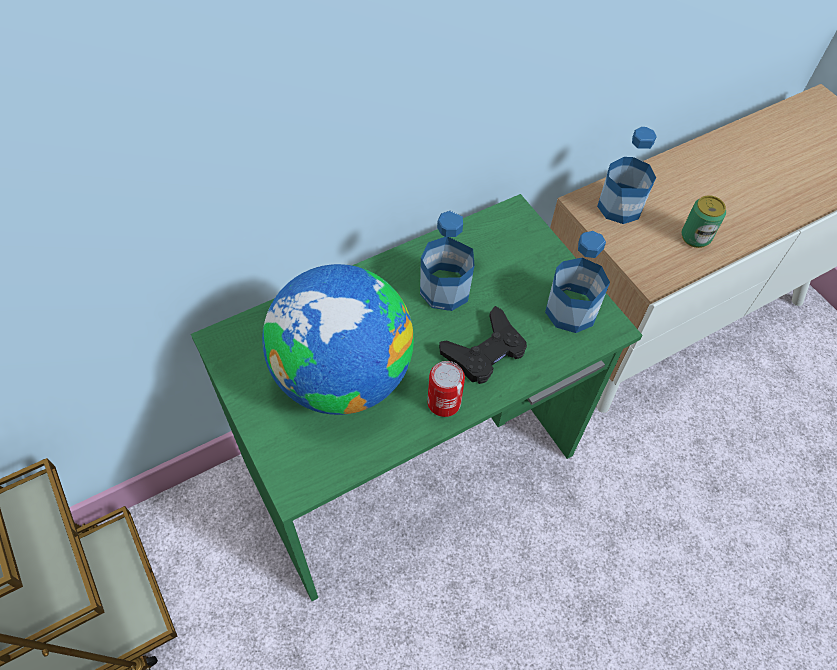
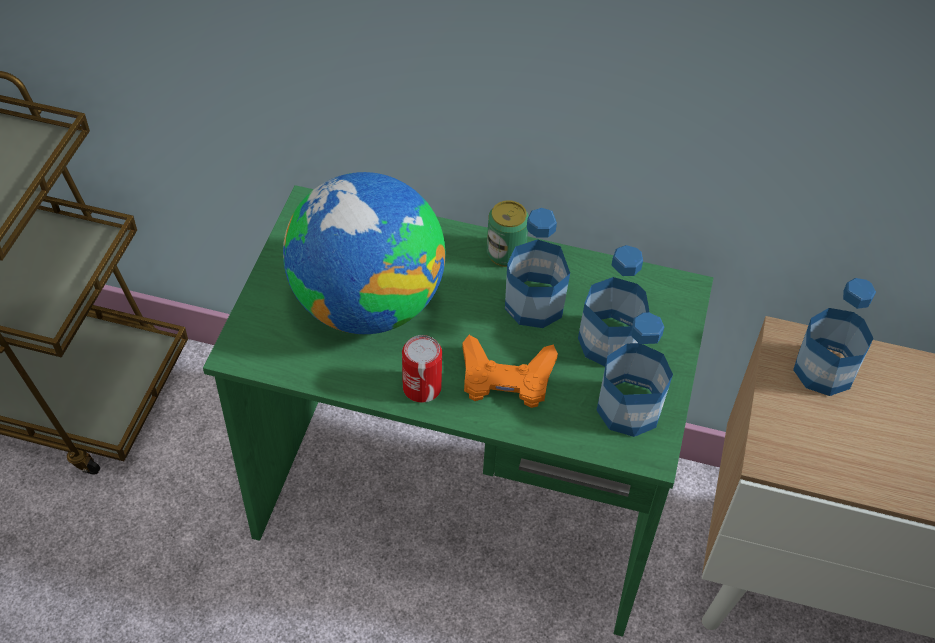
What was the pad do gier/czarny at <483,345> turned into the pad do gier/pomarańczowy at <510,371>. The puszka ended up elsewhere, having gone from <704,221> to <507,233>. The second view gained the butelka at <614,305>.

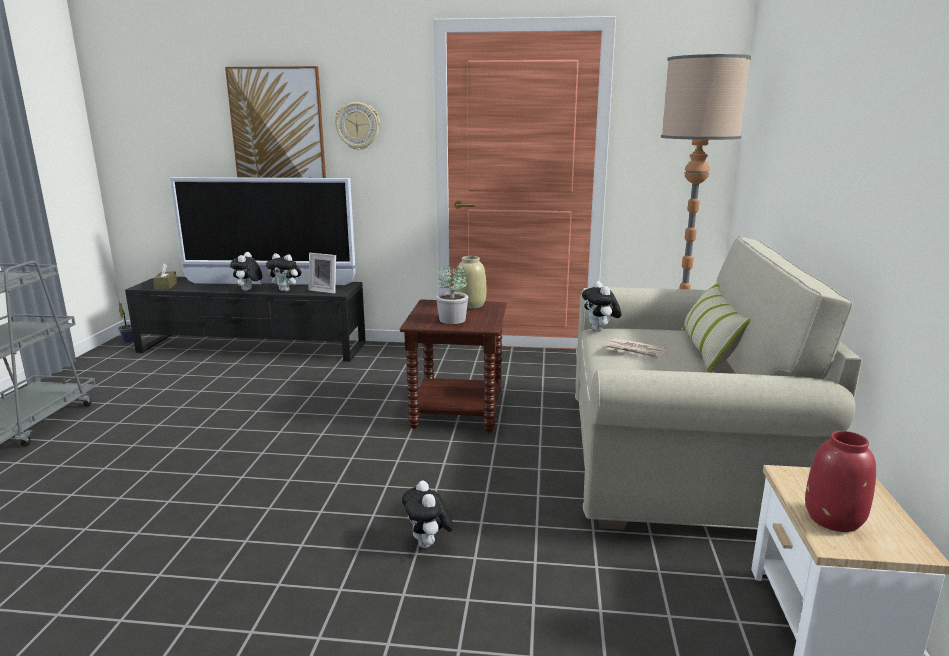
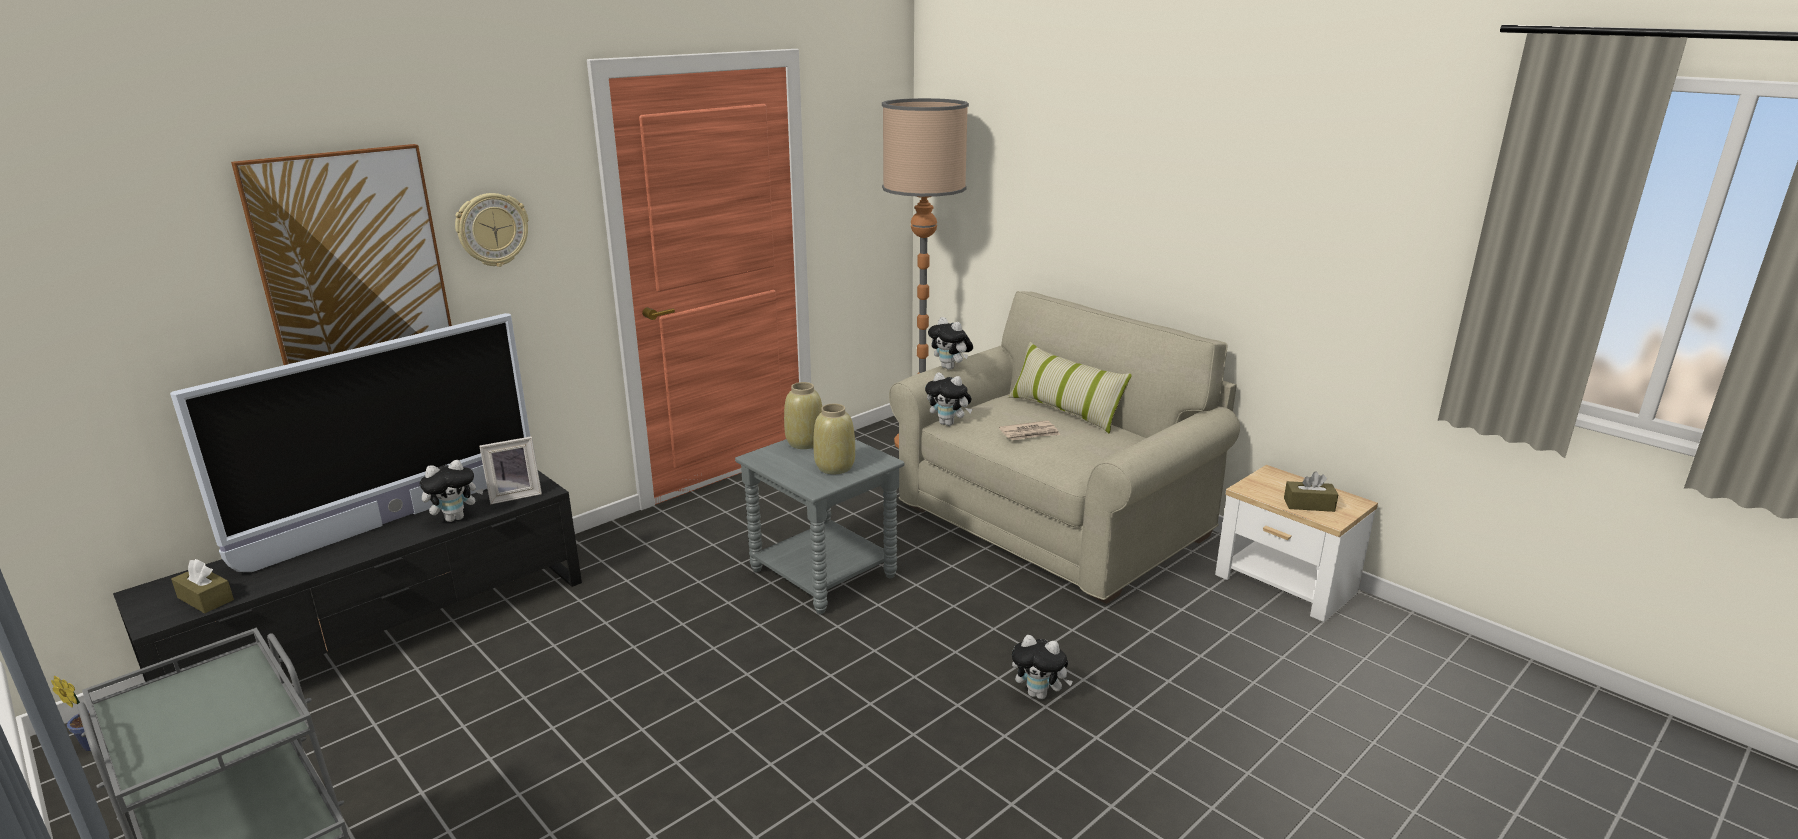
What was the stolik/brązowy at <453,366> turned into the stolik/szary at <819,526>. Where the roślina doniczkowa stood at <452,294>, the wazon/beżowy came to stand at <834,439>. The pluszak ended up elsewhere, having gone from <246,271> to <950,343>. Where the wazon/czerwony stood at <840,481>, the pudełko chusteczek/brązowy came to stand at <1311,492>.

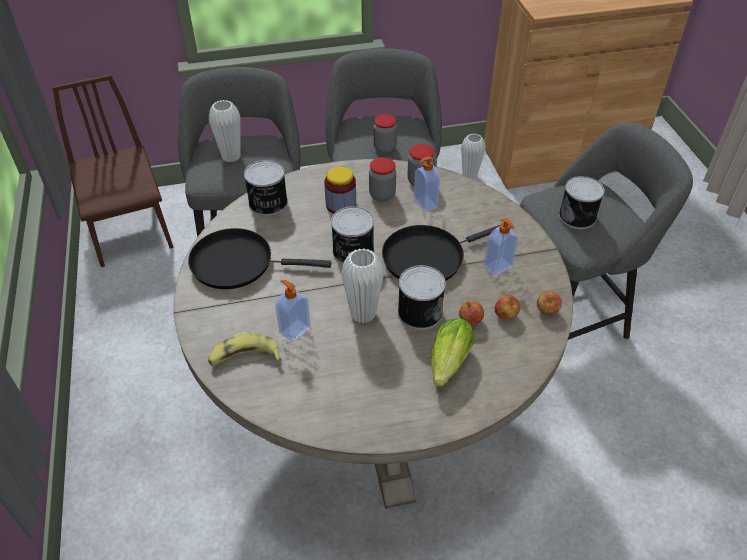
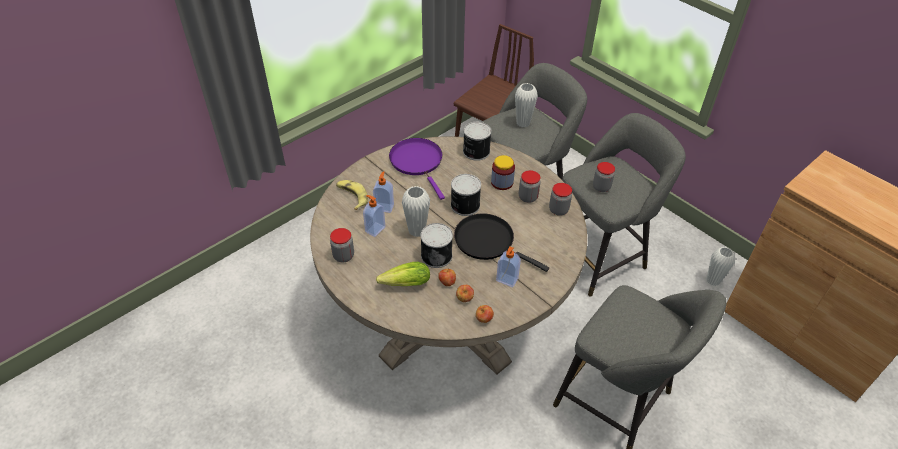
The second view gained the słoik at <342,245>. The dozownik mydła ended up elsewhere, having gone from <427,184> to <374,216>. What was the patelnia/czarny at <259,258> turned into the patelnia/fioletowy at <417,169>. The second view lost the puszka at <581,202>.

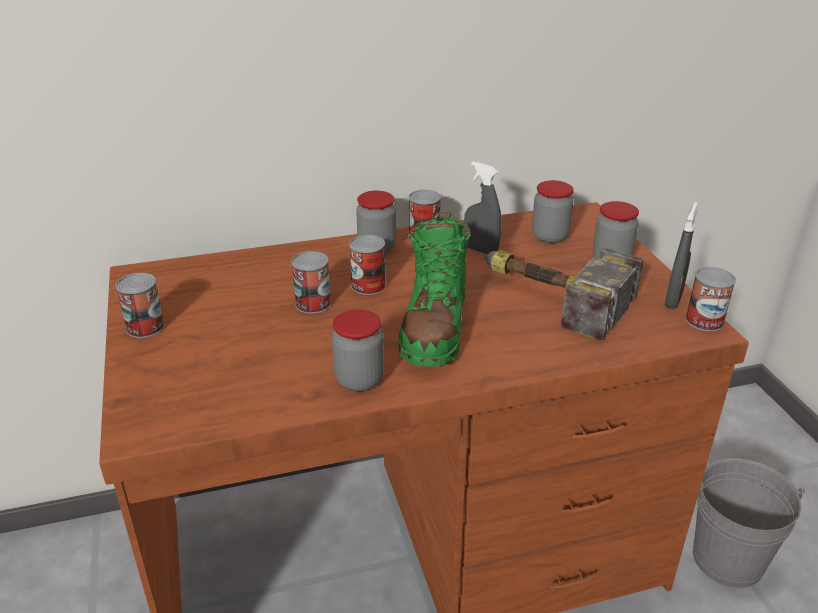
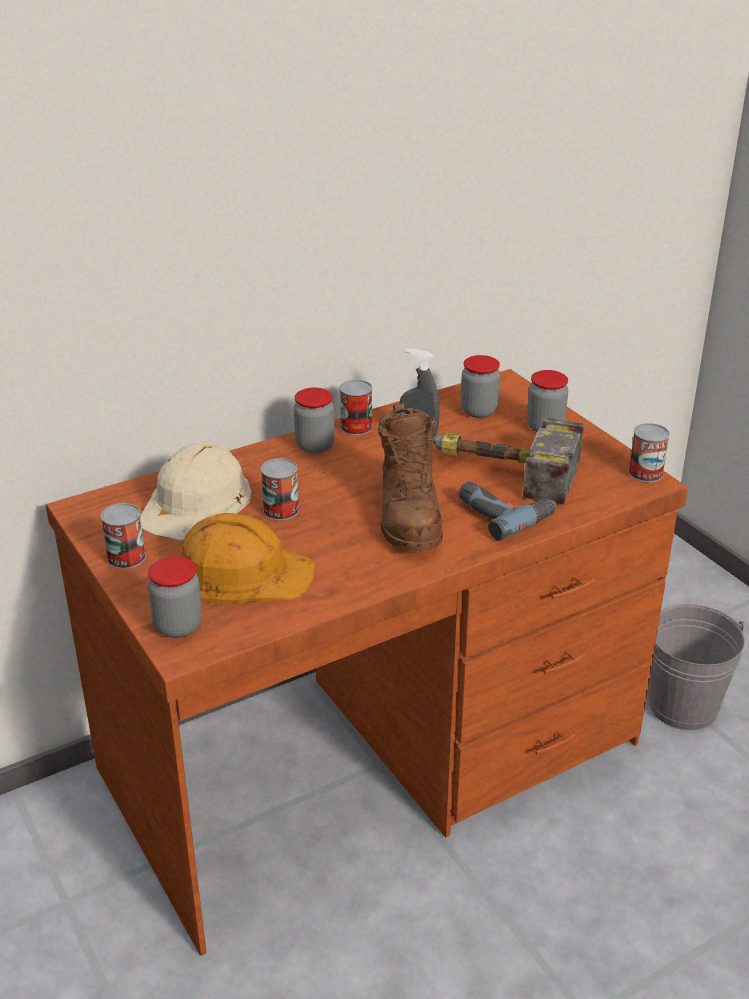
The second view gained the kask/beżowy at <196,491>. The słoik ended up elsewhere, having gone from <358,350> to <175,597>. The second view gained the kask/pomarańczowy at <248,558>. What was the but z cholewką/zielony at <434,289> turned into the but z cholewką/brązowy at <410,477>. The second view gained the wiertarka at <507,511>. The second view lost the puszka at <367,265>. The second view lost the spryskiwacz/szary at <681,255>.

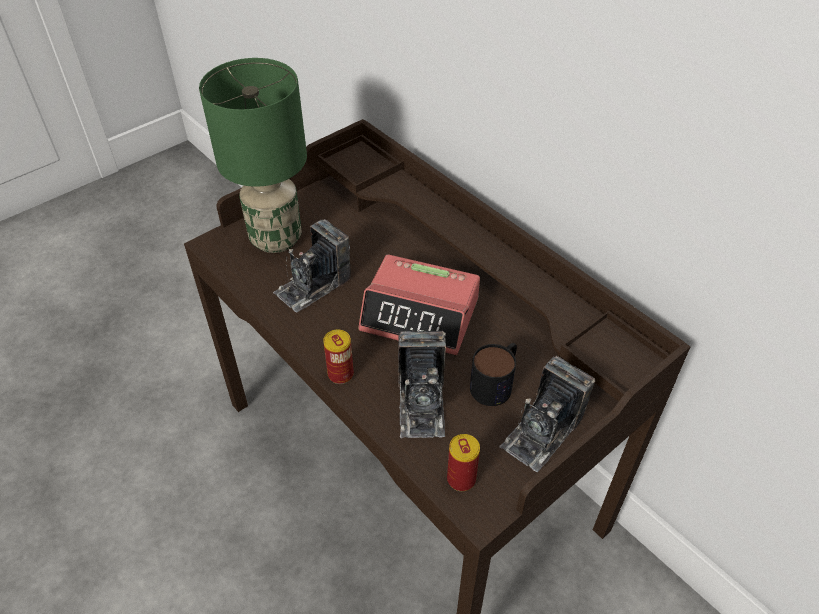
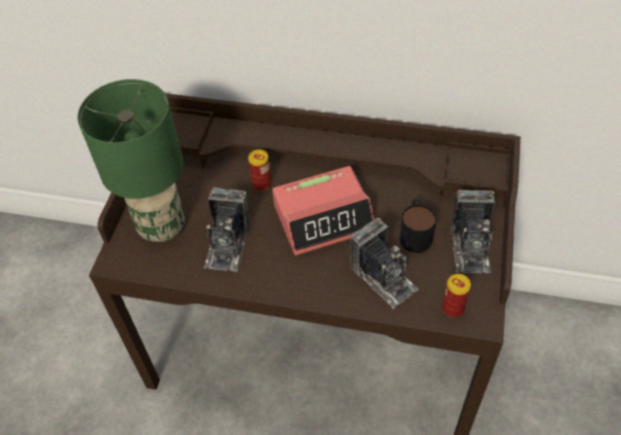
The puszka ended up elsewhere, having gone from <338,357> to <260,170>.

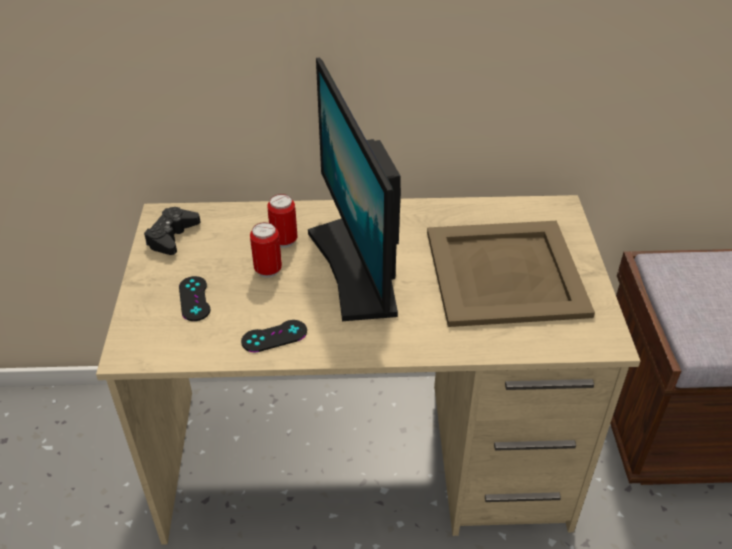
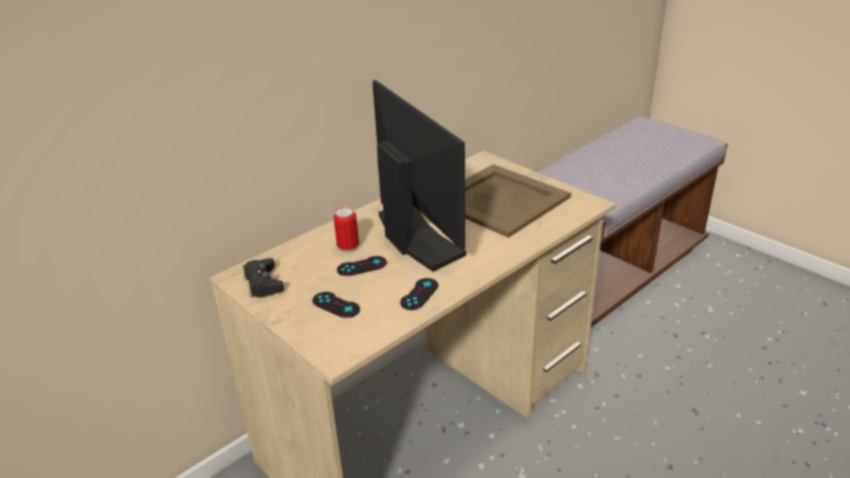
Where the puszka stood at <266,250>, the pad do gier/czarny came to stand at <362,266>. The monitor at <354,189> ended up facing another way, 150 degrees counterclockwise from before.

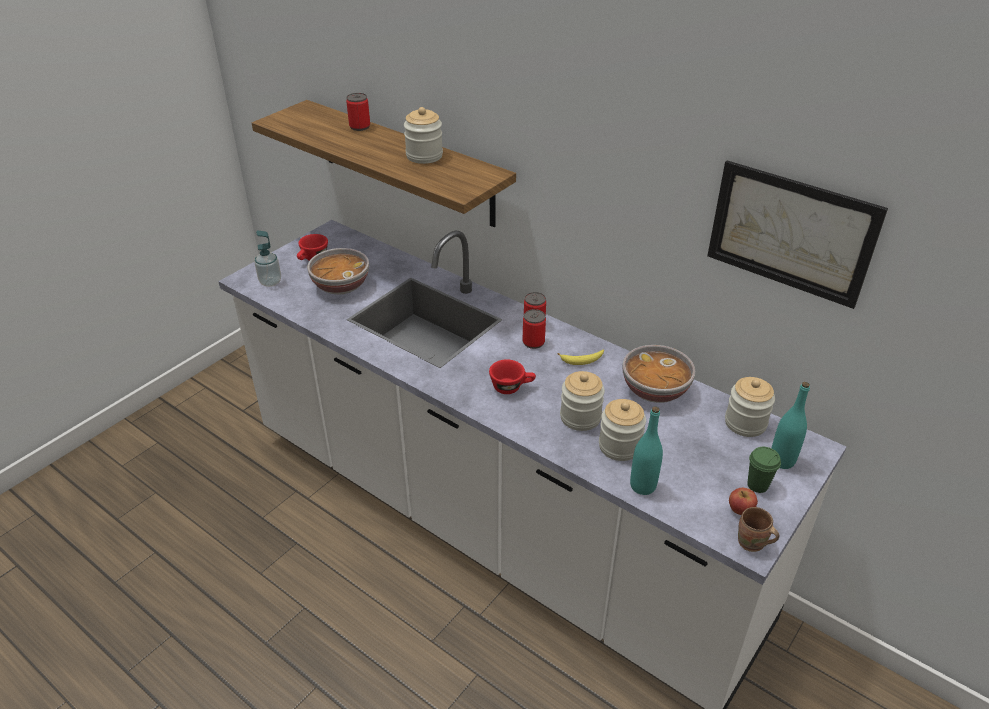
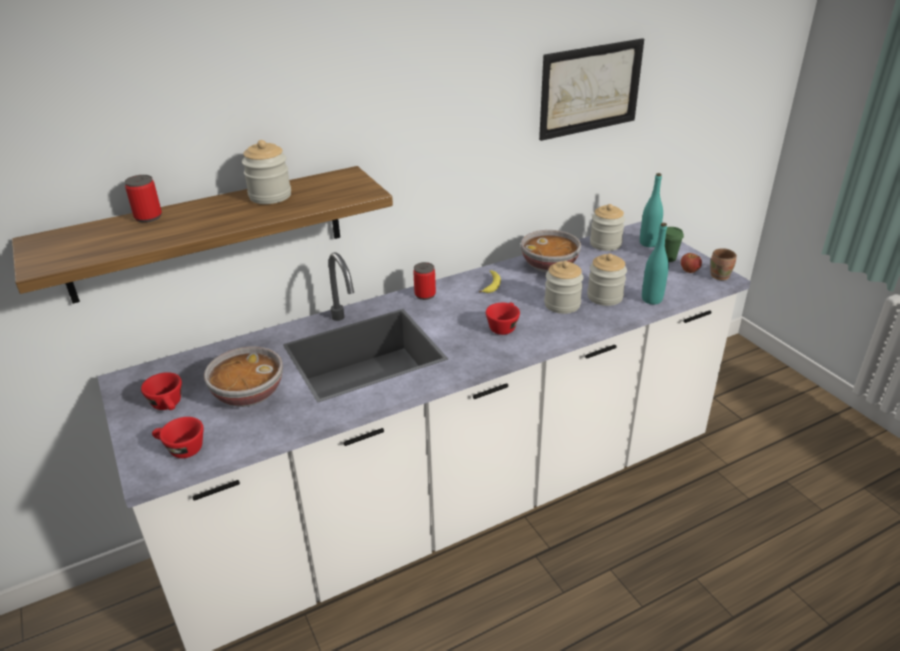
Where the dozownik mydła stood at <268,259>, the filiżanka/czerwony came to stand at <177,437>. The second view lost the puszka at <534,329>.

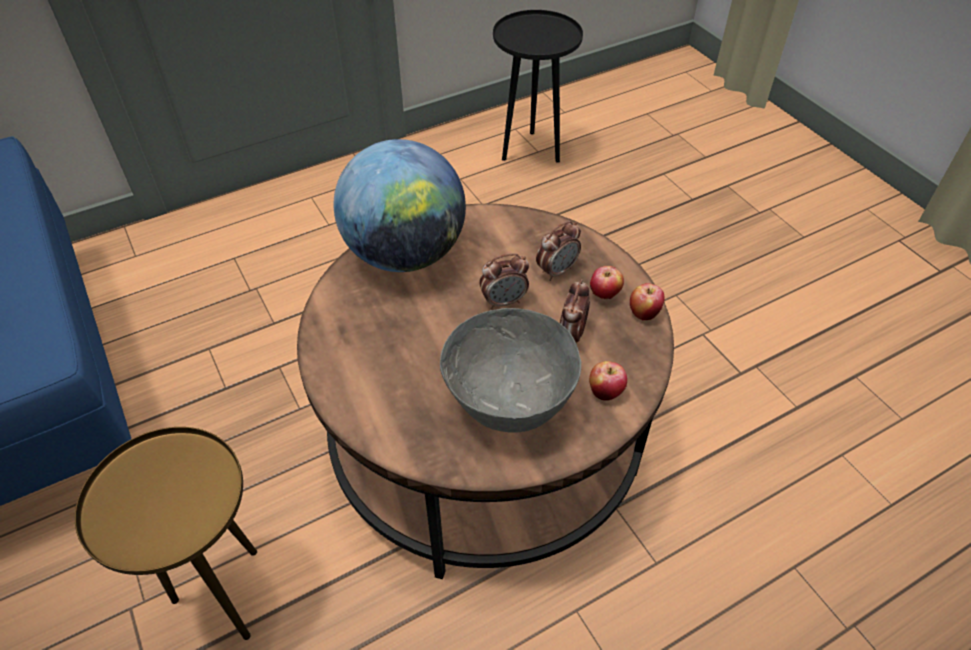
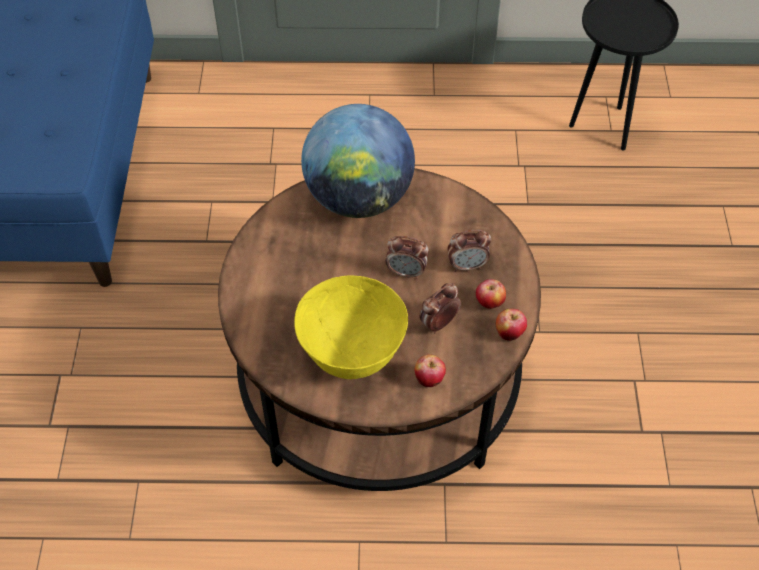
What was the miska/szary at <510,370> turned into the miska/żółty at <351,327>. The second view lost the stolik/brązowy at <166,533>.

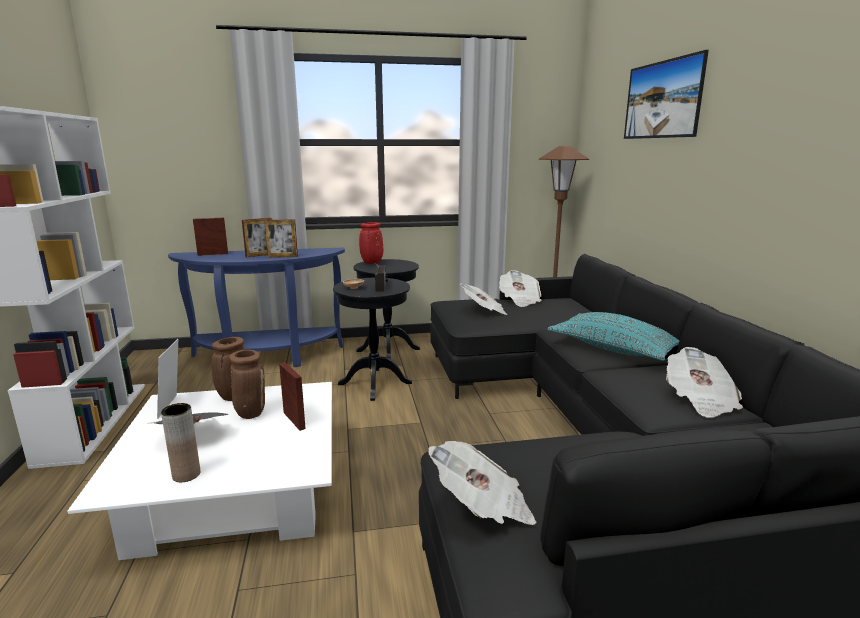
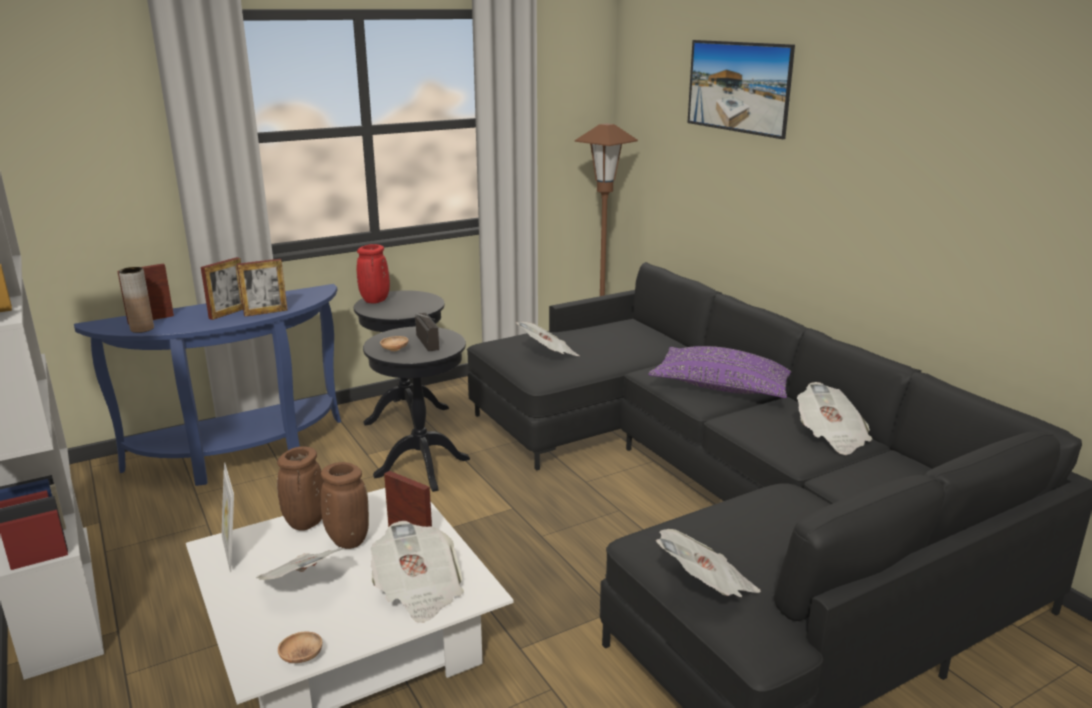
The wazon/brązowy ended up elsewhere, having gone from <180,442> to <136,300>. The second view gained the miska/brązowy at <300,647>. The gazeta ended up elsewhere, having gone from <520,288> to <417,572>. What was the poduszka/turkusowy at <613,336> turned into the poduszka/fioletowy at <719,372>.

